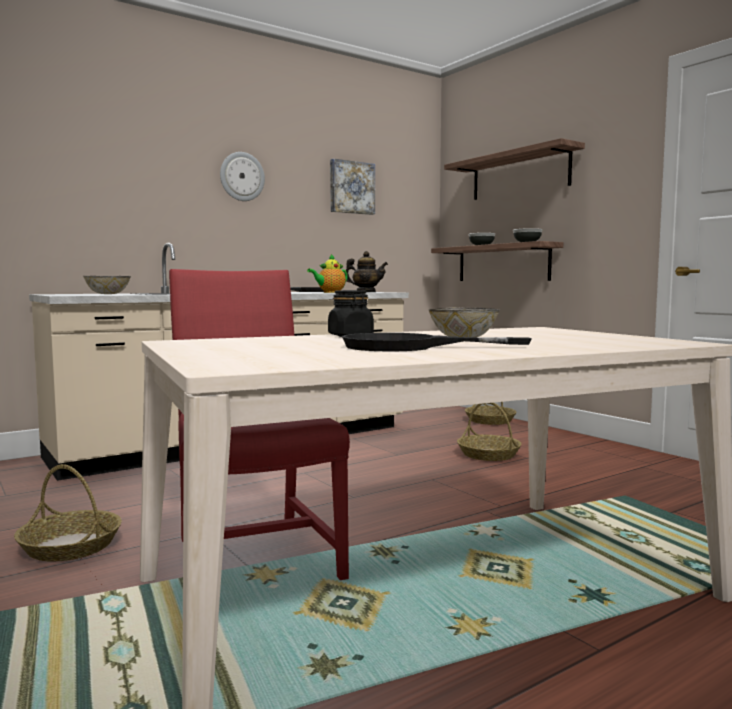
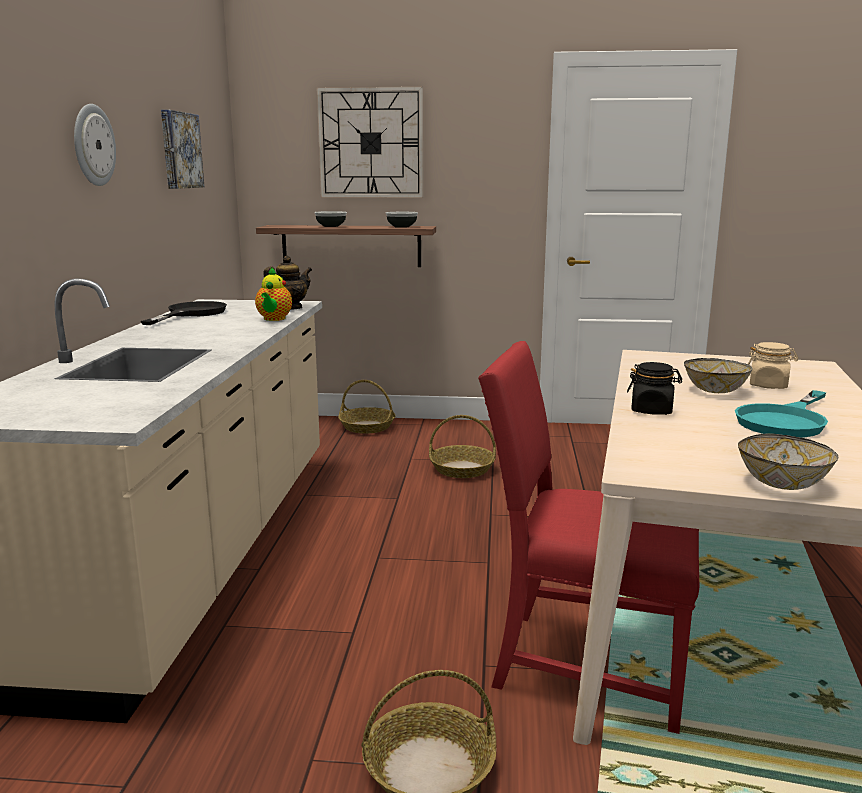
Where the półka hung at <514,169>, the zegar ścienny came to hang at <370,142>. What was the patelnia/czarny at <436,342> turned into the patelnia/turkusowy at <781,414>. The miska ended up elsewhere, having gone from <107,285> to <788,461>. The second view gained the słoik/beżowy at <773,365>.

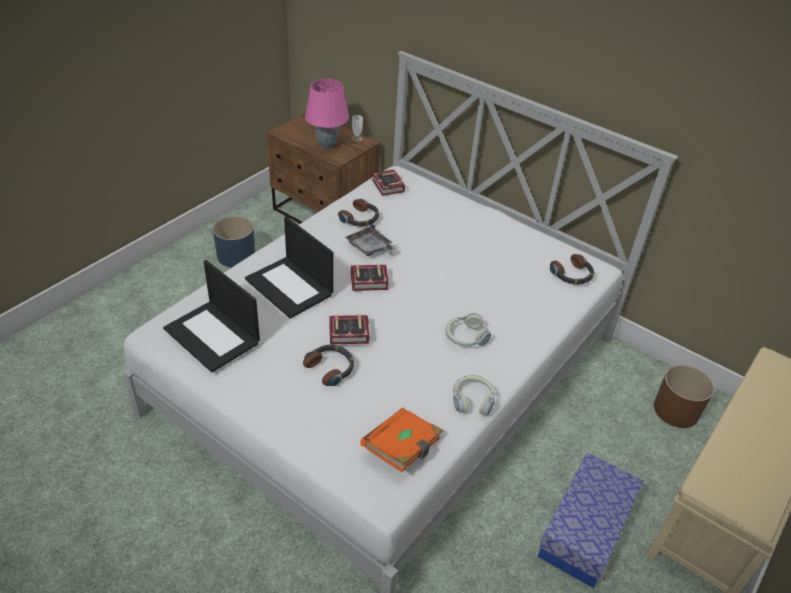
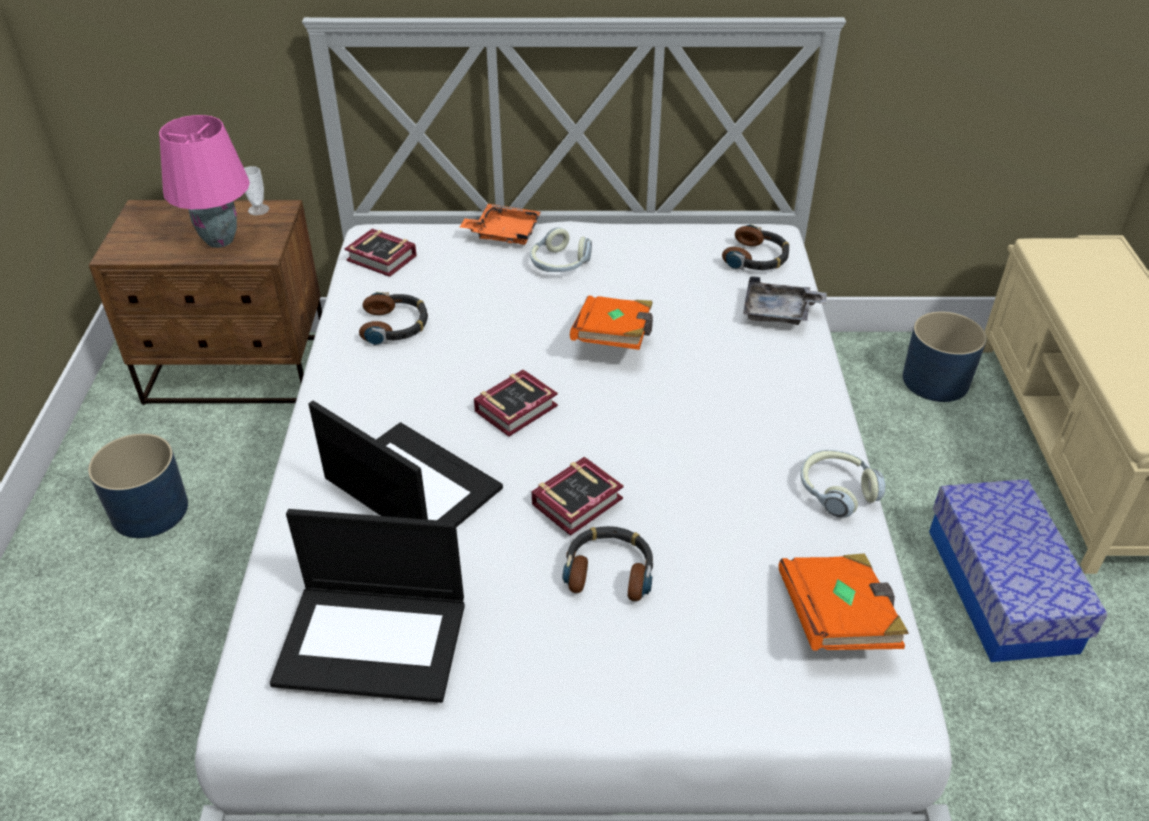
The laptop at <289,268> ended up facing another way, 150 degrees counterclockwise from before. The second view gained the taca/pomarańczowy at <500,224>. The słuchawki ended up elsewhere, having gone from <468,329> to <561,249>. The second view gained the książka/pomarańczowy at <611,323>. The taca/szary ended up elsewhere, having gone from <371,239> to <785,300>. What was the donica/brązowy at <684,396> turned into the donica/niebieski at <945,357>.

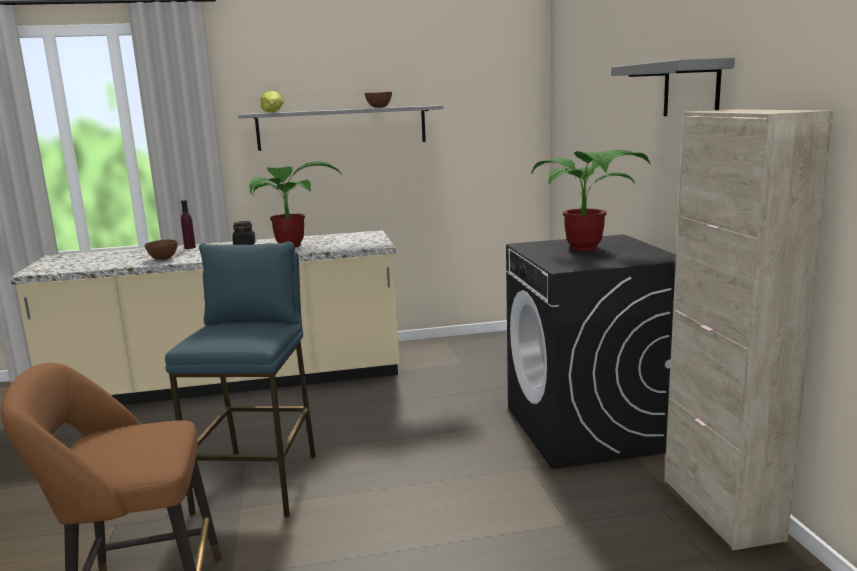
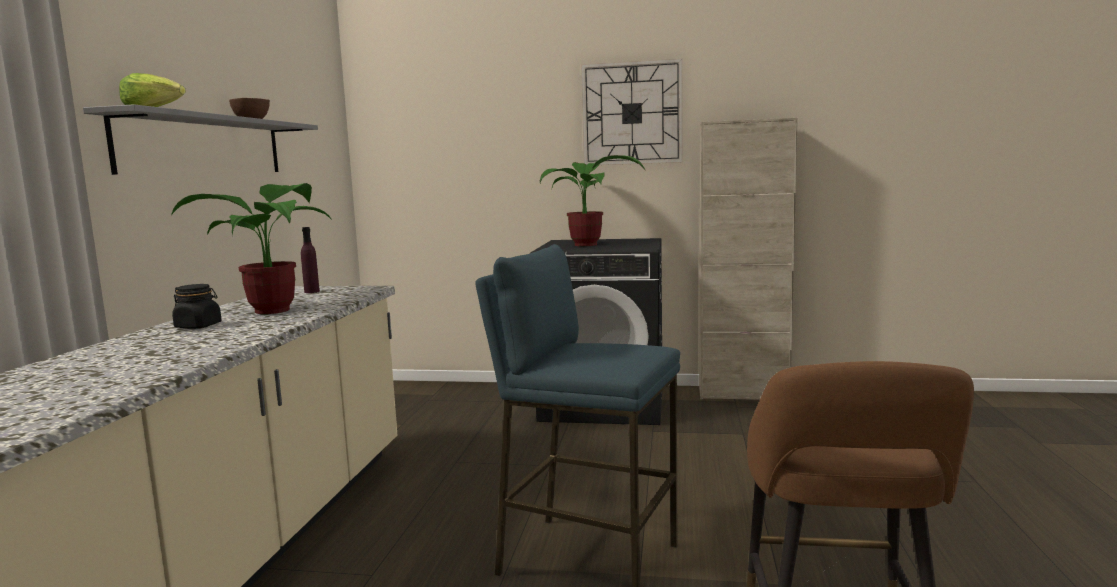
The butelka/fioletowy ended up elsewhere, having gone from <188,224> to <310,260>. Where the półka/szary hung at <673,87>, the zegar ścienny came to hang at <632,112>. The second view lost the miska/brązowy at <161,249>.

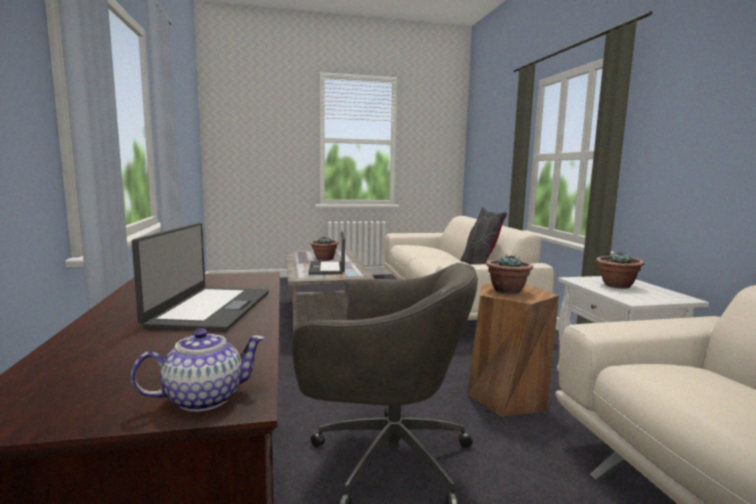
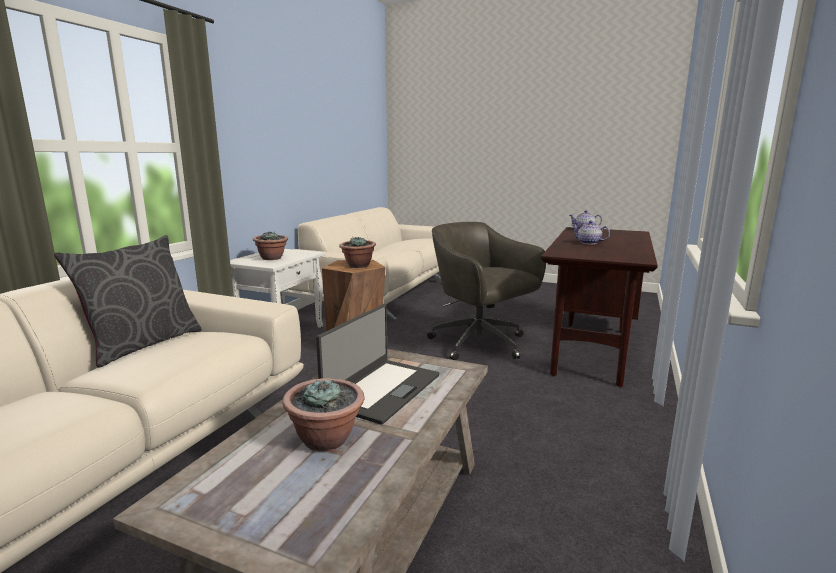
Where the laptop stood at <200,277>, the imbryk came to stand at <591,232>.

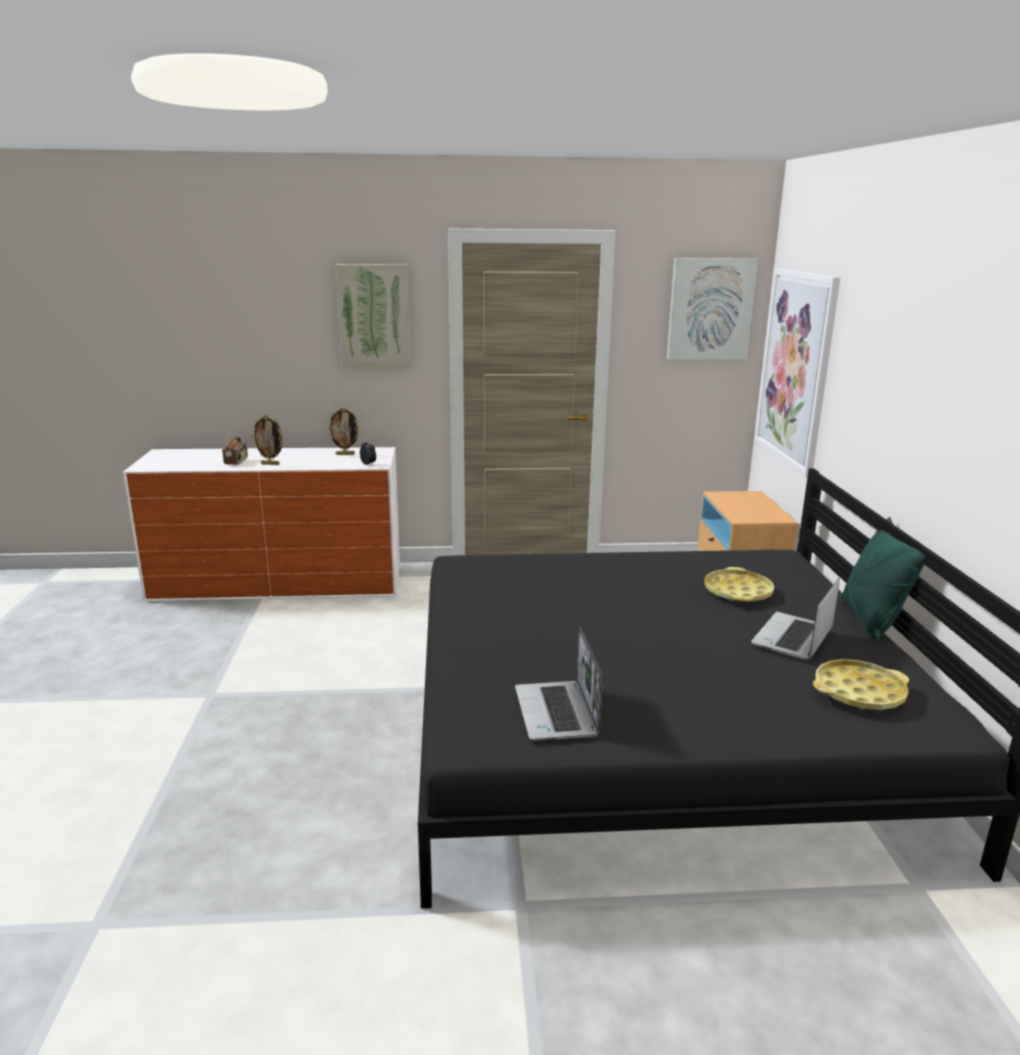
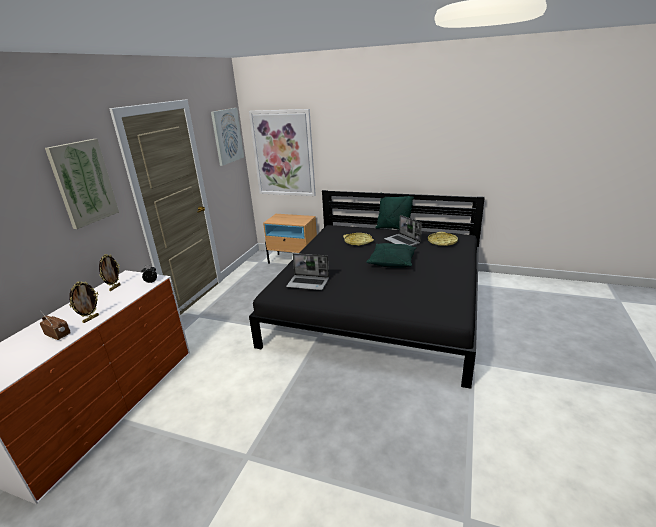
The laptop ended up elsewhere, having gone from <559,684> to <307,271>. The second view gained the poduszka/zielony at <391,255>.

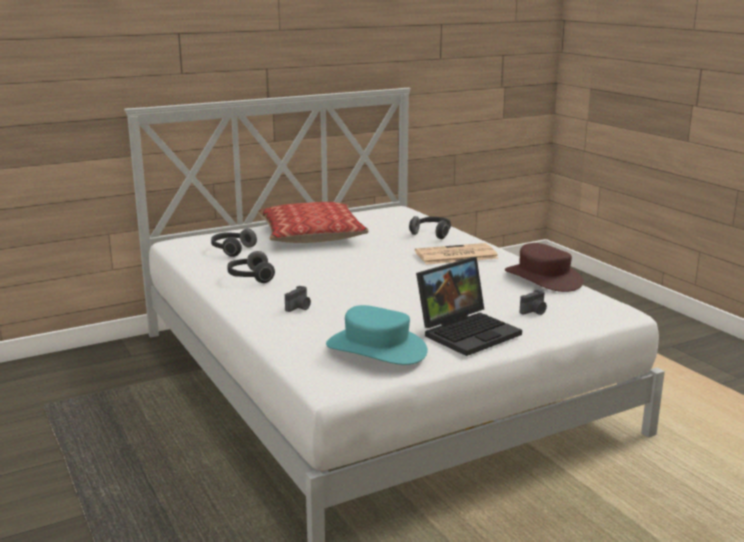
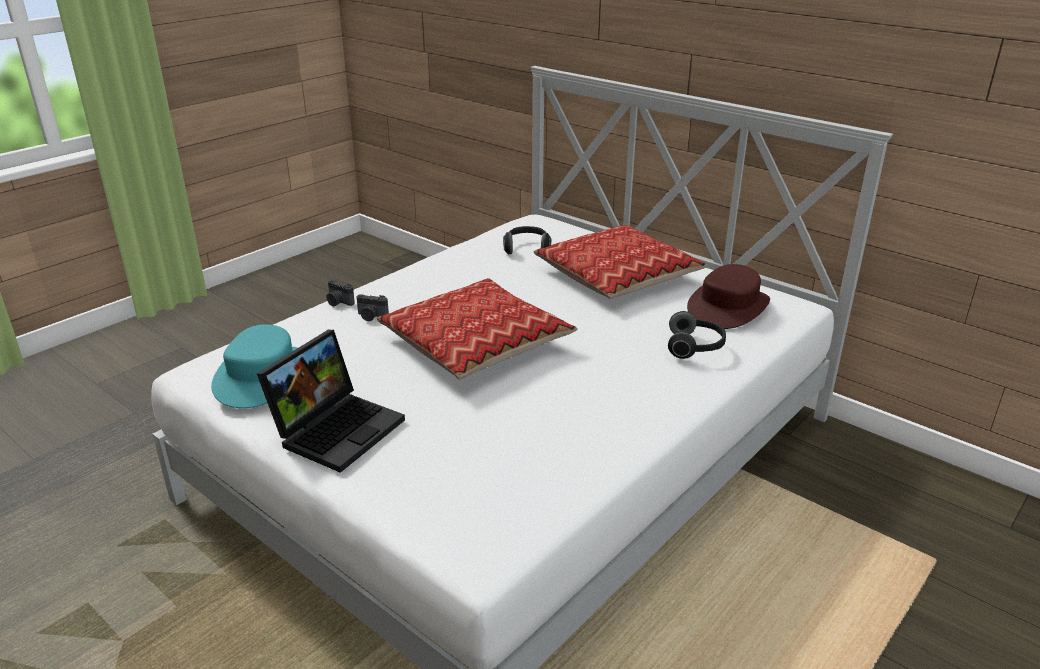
The laptop at <469,306> ended up facing another way, 90 degrees counterclockwise from before. The aparat fotograficzny ended up elsewhere, having gone from <533,302> to <340,293>. The second view gained the poduszka at <477,328>. The kapelusz/brązowy ended up elsewhere, having gone from <544,267> to <728,296>. The second view lost the słuchawki at <251,267>. The second view lost the gazeta at <457,254>.

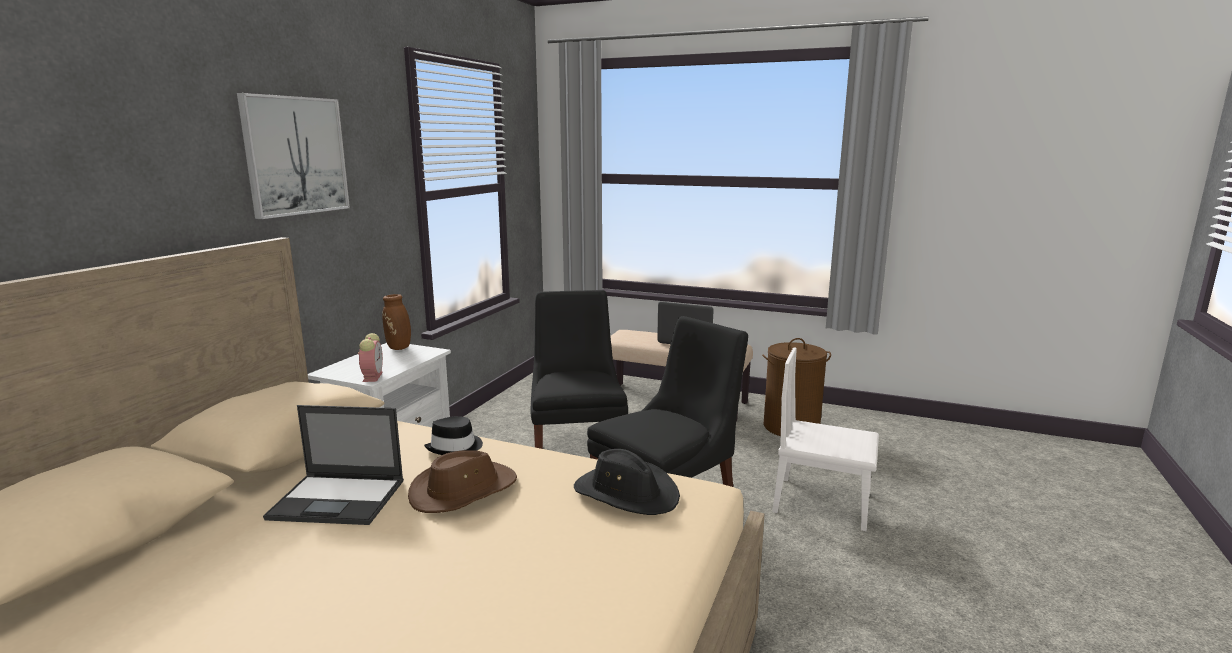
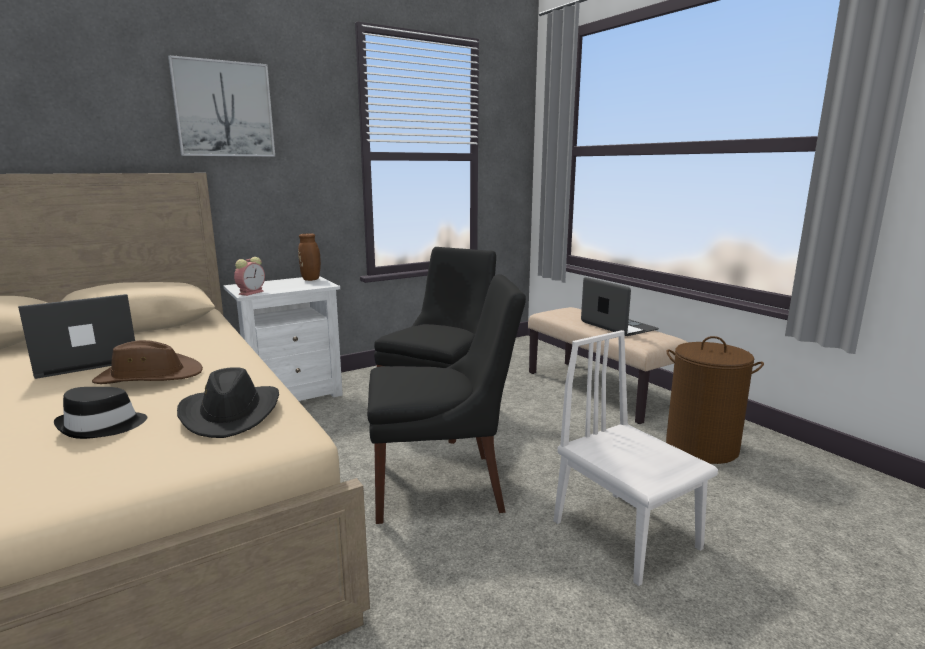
The laptop at <333,465> ended up facing another way, 105 degrees clockwise from before. The kapelusz/czarny ended up elsewhere, having gone from <453,435> to <100,413>.

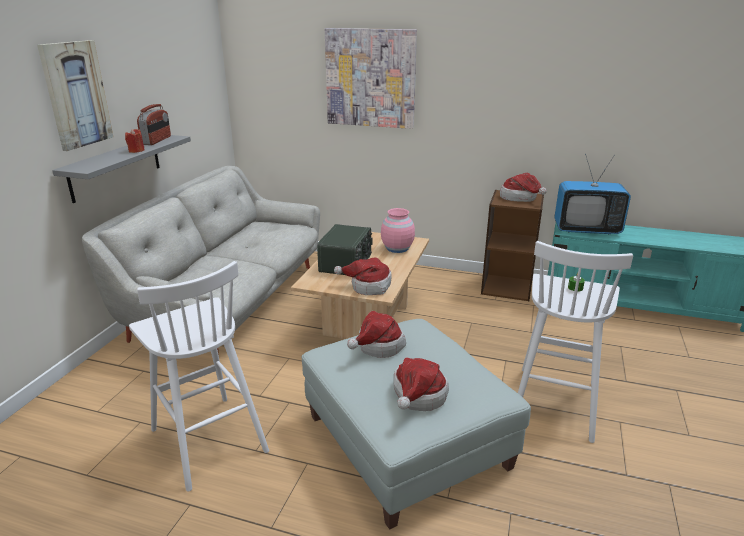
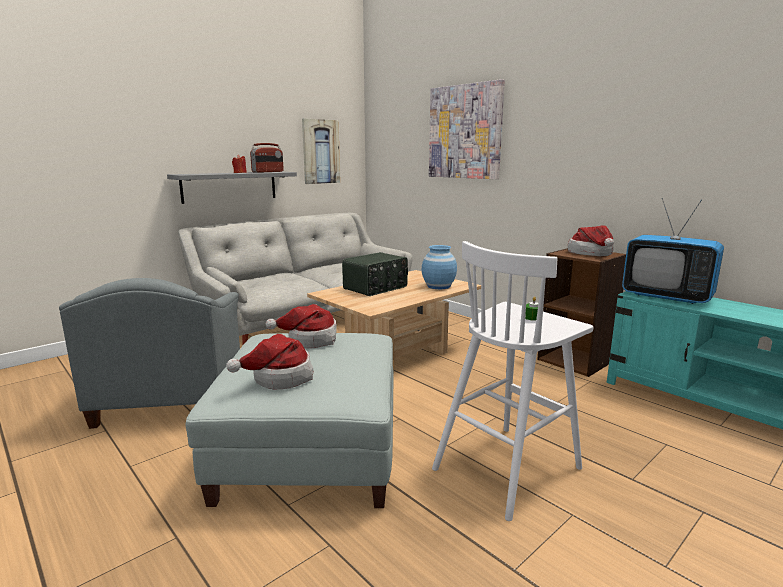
Where the stołek/biały stood at <199,376>, the fotel/szary came to stand at <149,353>. The obraz ended up elsewhere, having gone from <75,95> to <321,151>. What was the wazon/różowy at <398,230> turned into the wazon/niebieski at <439,267>. The second view lost the kapelusz at <363,276>.

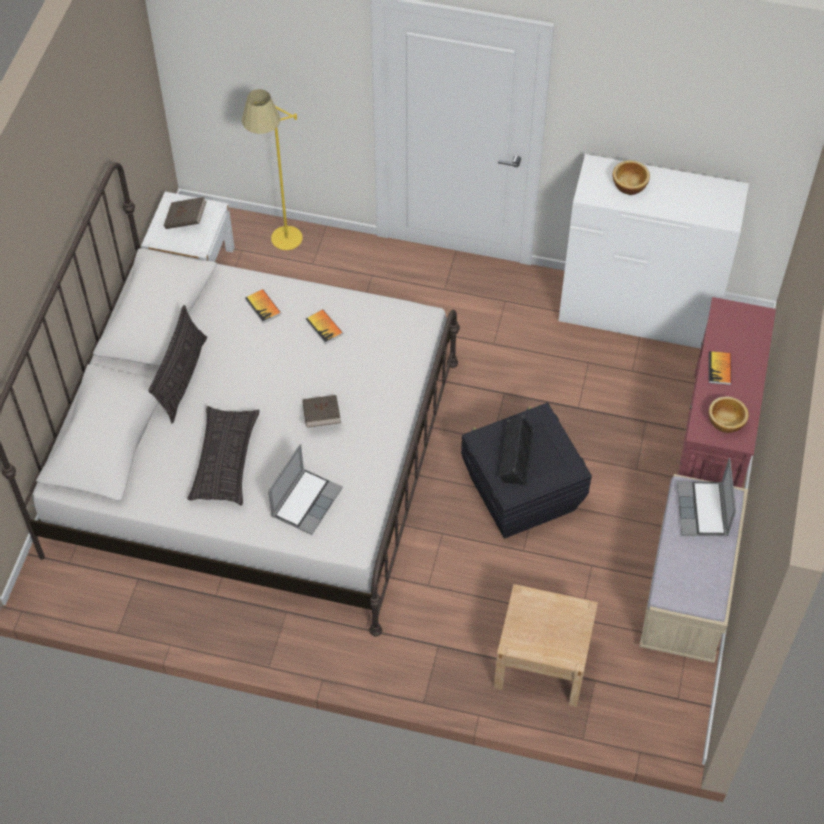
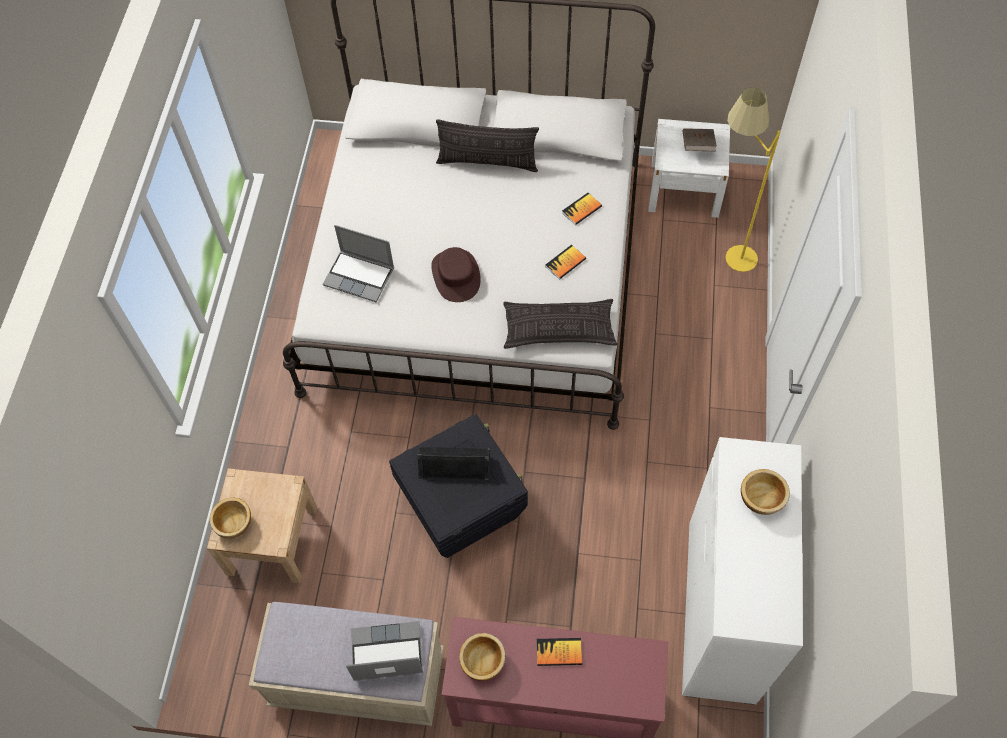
The second view gained the miska at <230,517>. Where the książka/brązowy stood at <321,411>, the kapelusz/brązowy came to stand at <456,274>. The poduszka ended up elsewhere, having gone from <223,456> to <560,324>.

